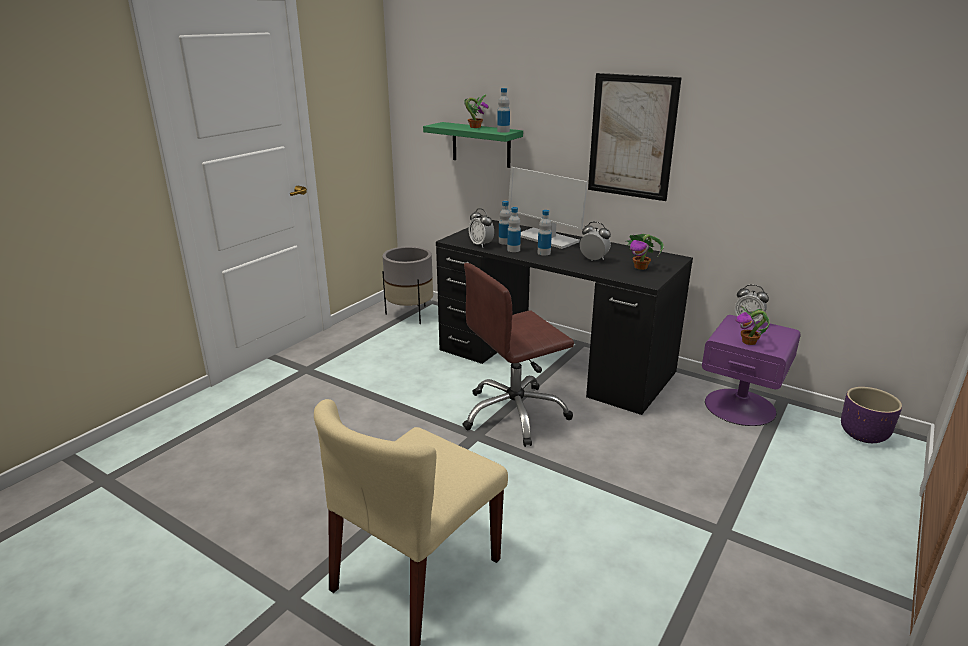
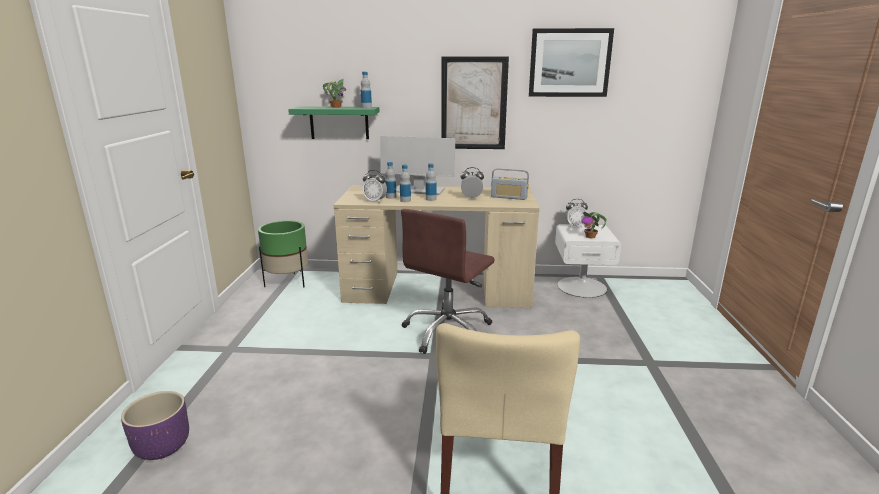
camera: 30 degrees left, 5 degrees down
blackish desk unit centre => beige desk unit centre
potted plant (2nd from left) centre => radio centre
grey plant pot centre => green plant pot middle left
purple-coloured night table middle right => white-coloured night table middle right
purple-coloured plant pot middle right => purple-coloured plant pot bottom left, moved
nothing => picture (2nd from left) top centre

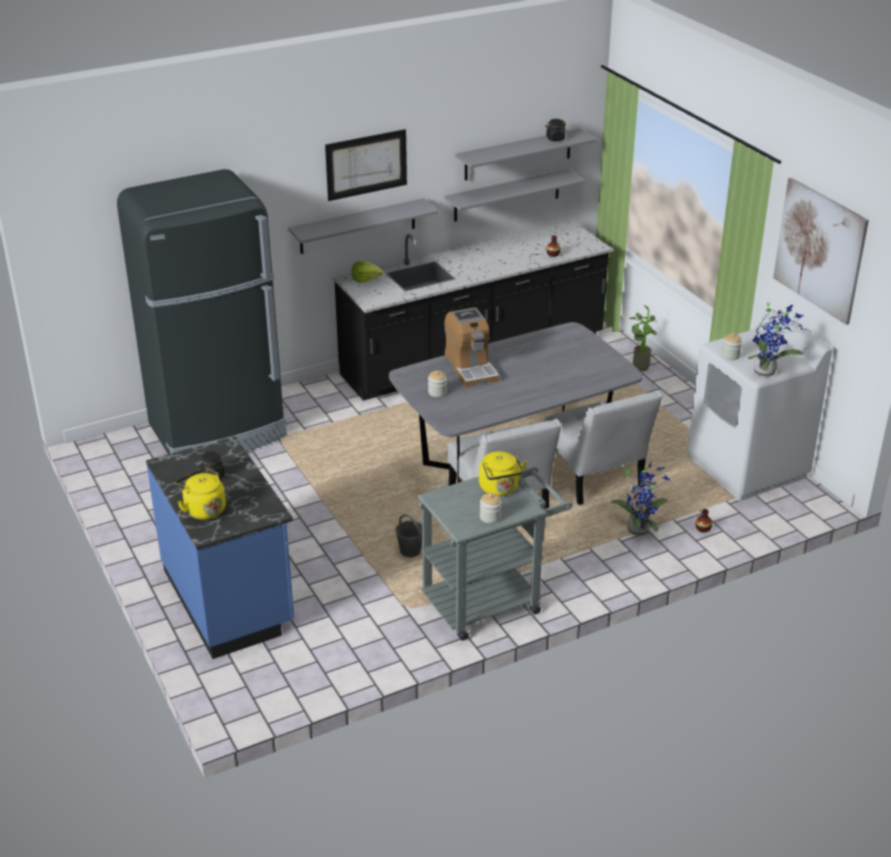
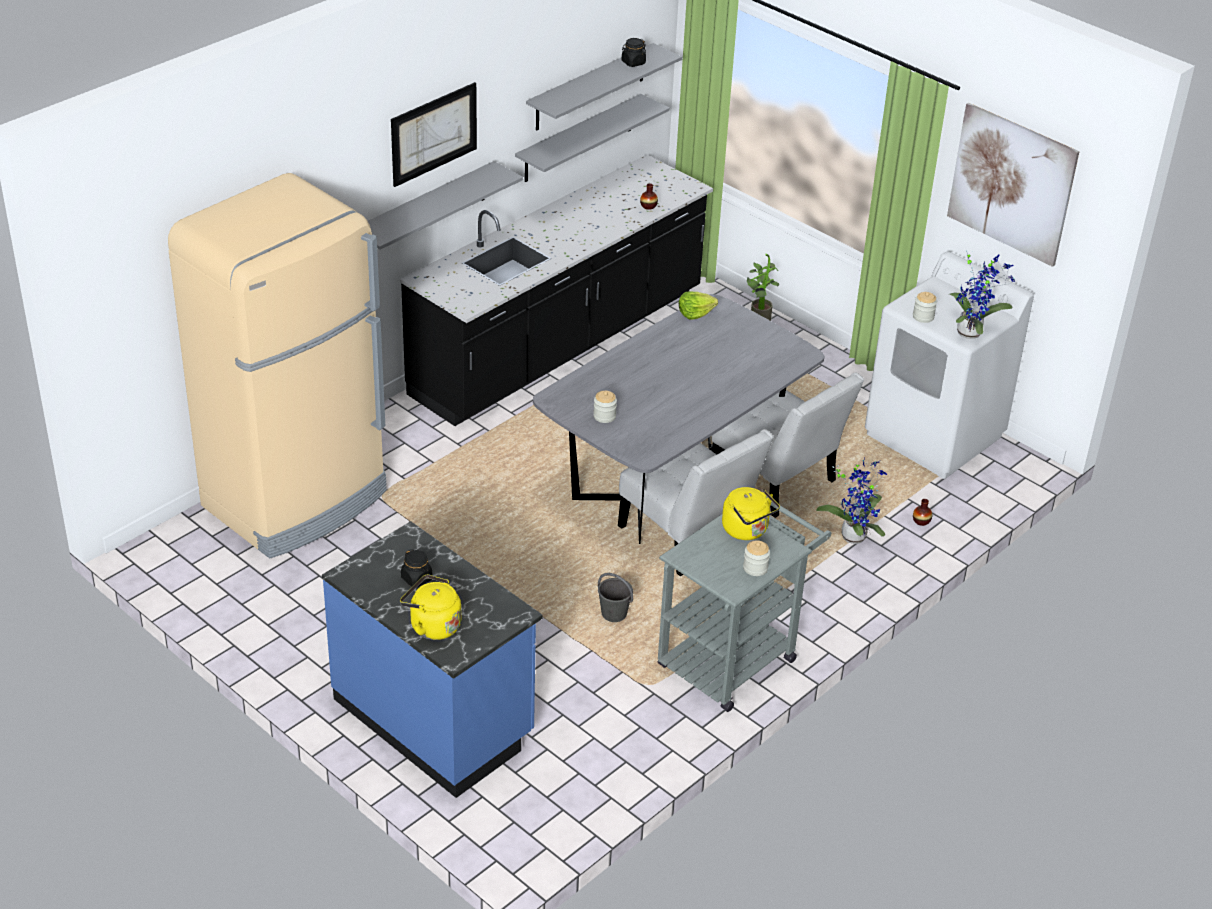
camera: 20 degrees left, 5 degrees up
blackish fridge middle left => beige fridge middle left
head of lettuce top centre => head of lettuce centre, moved
coffee brewer centre => nothing

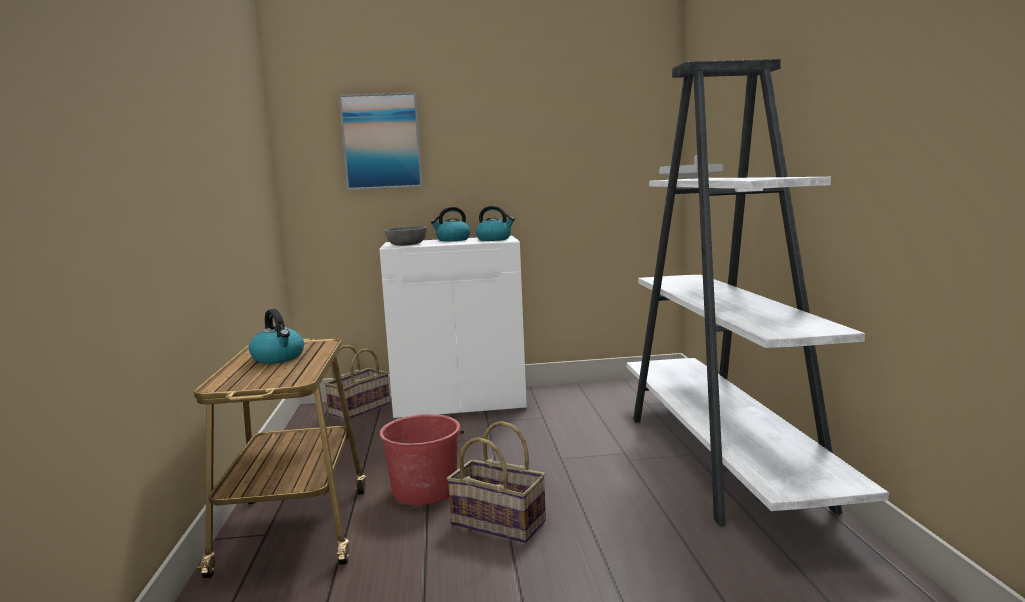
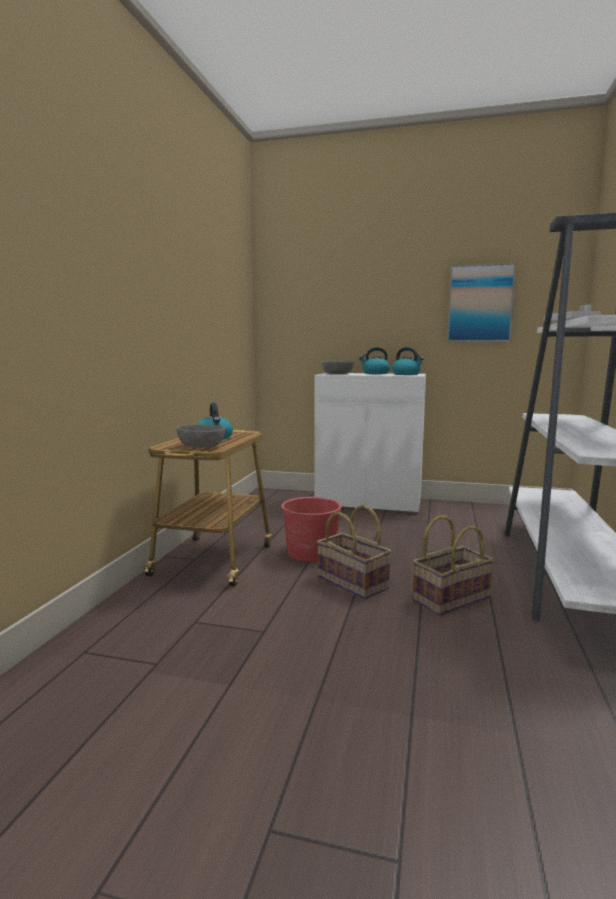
camera: 20 degrees right, 0 degrees up
picture top centre => picture middle right, moved
storage basket (1st from left in the first image) centre => storage basket (2nd from left) middle right, moved
nothing => grey serving bowl (1st from left) middle left

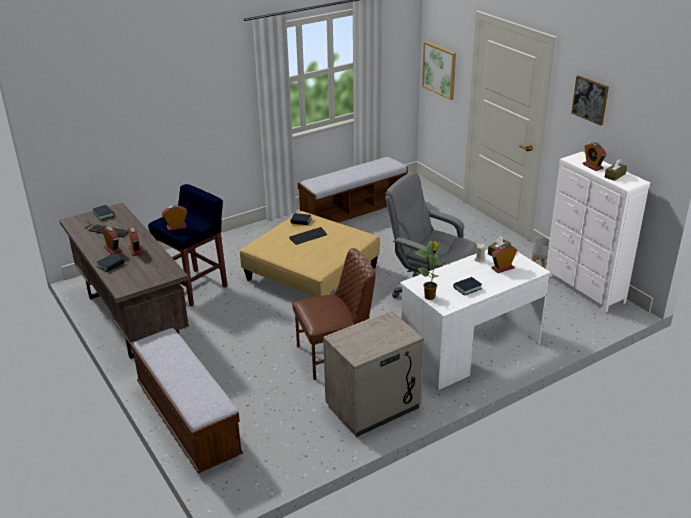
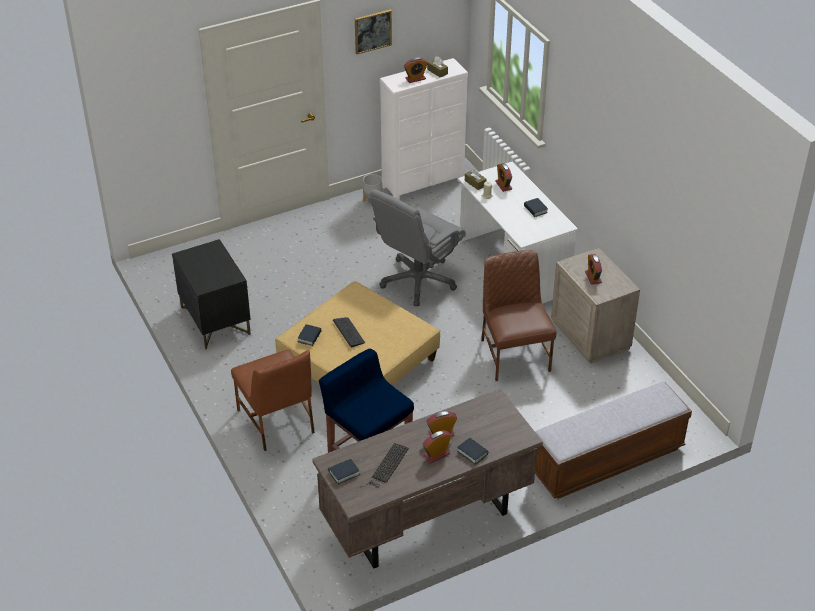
camera: 85 degrees left, 10 degrees up
picture (1st from left) top centre => nothing
indoor bench (2nd from left) centre => blackish night table middle left
alarm clock (3rd from left in the first image) middle left => alarm clock (5th from left) middle right, moved
potted plant centre => nothing
nothing => brown-coloured chair (1st from left) centre

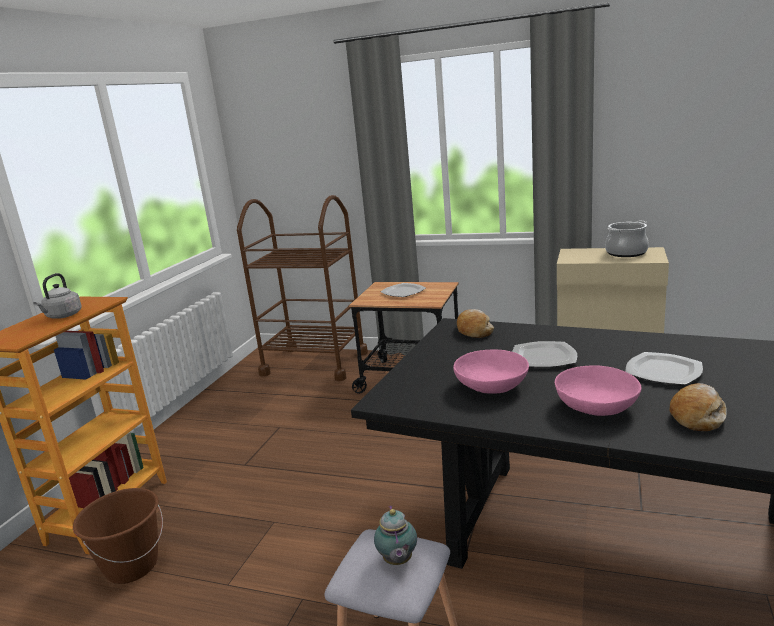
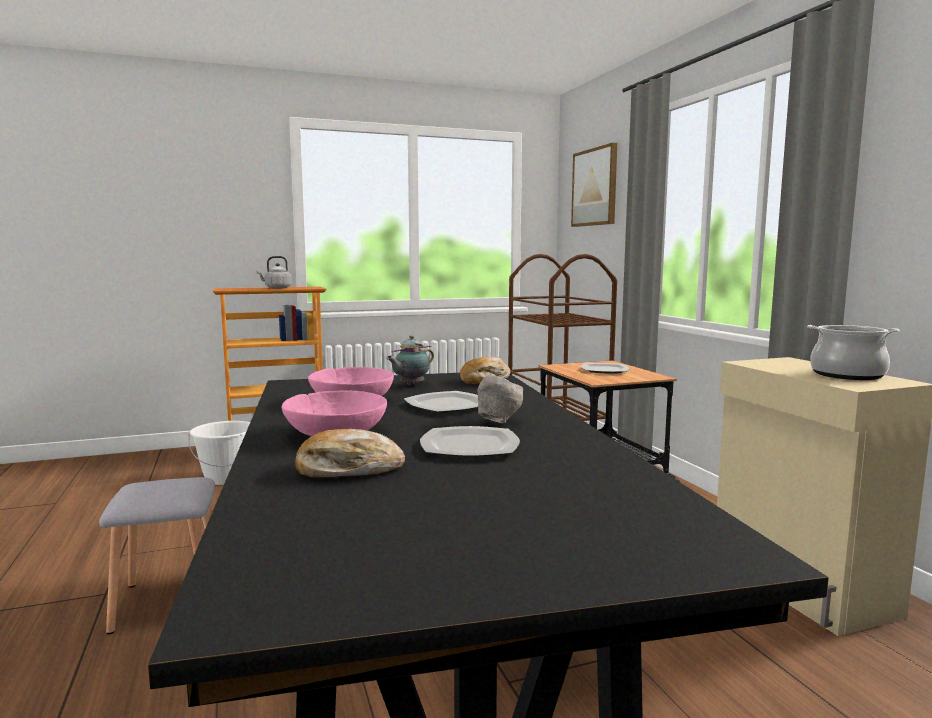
camera: 50 degrees right, 10 degrees down
brown-coloured pail bottom left => white-coloured pail middle left
pot for tea bottom centre => pot for tea centre, moved
nothing => picture top centre
nothing => grey serving bowl centre

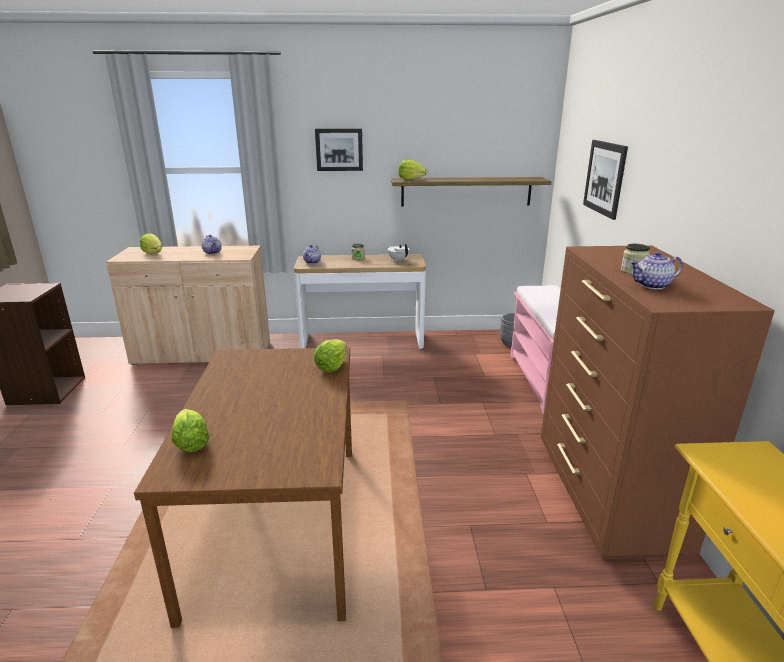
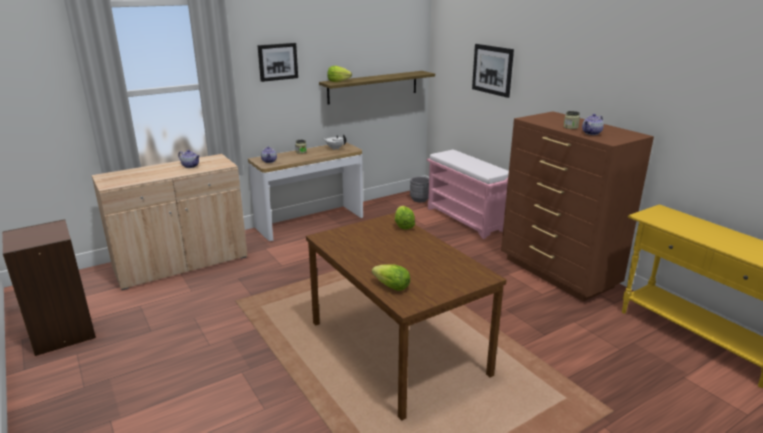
camera: 30 degrees left, 0 degrees up
head of lettuce (1st from left) middle left => nothing

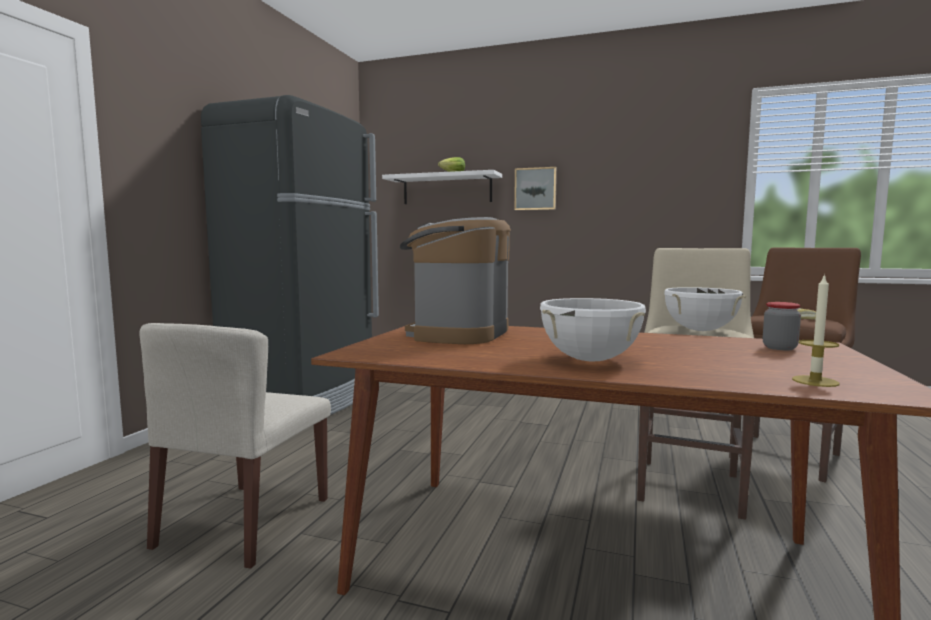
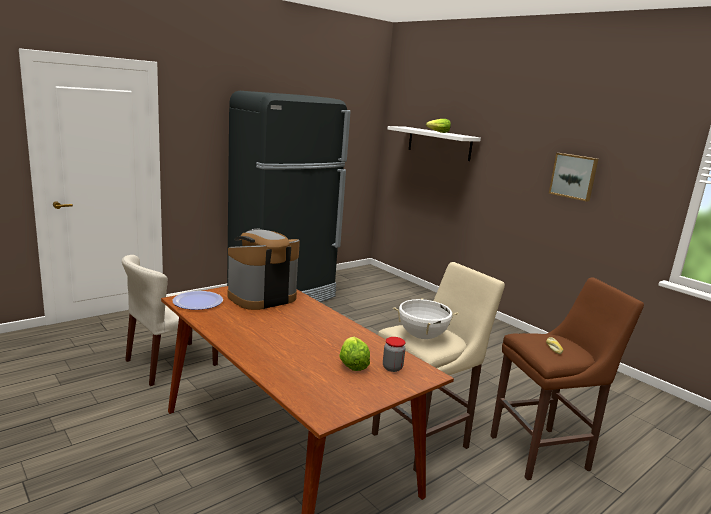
camera: 30 degrees right, 10 degrees up
picture top centre => picture middle right, moved
candle middle right => nothing
white-coloured saucepot (1st from left) centre => nothing
nothing => flat dish middle left
nothing => head of lettuce (1st from left) bottom centre

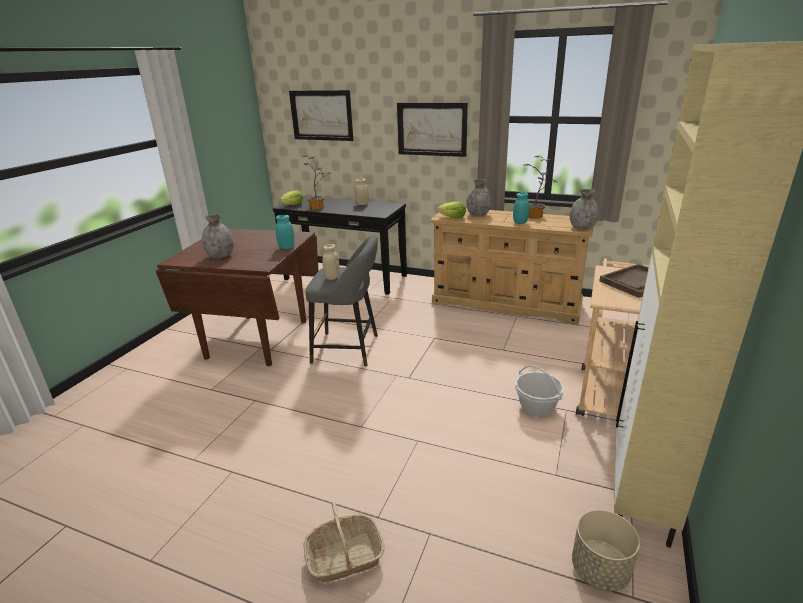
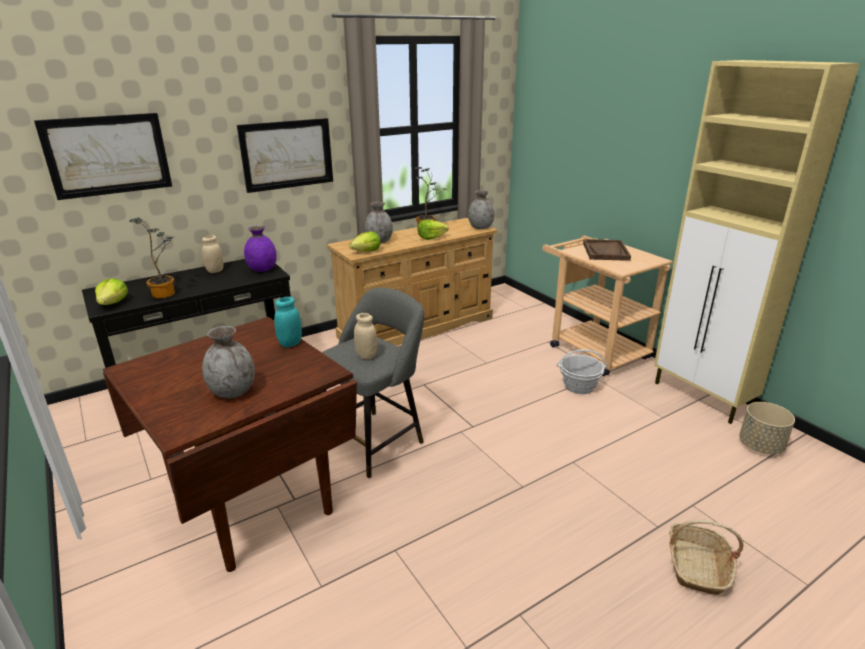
camera: 55 degrees left, 0 degrees up
turquoise jar (2nd from left) centre => head of lettuce (3rd from left) centre
nothing => purple-coloured flower vase middle left

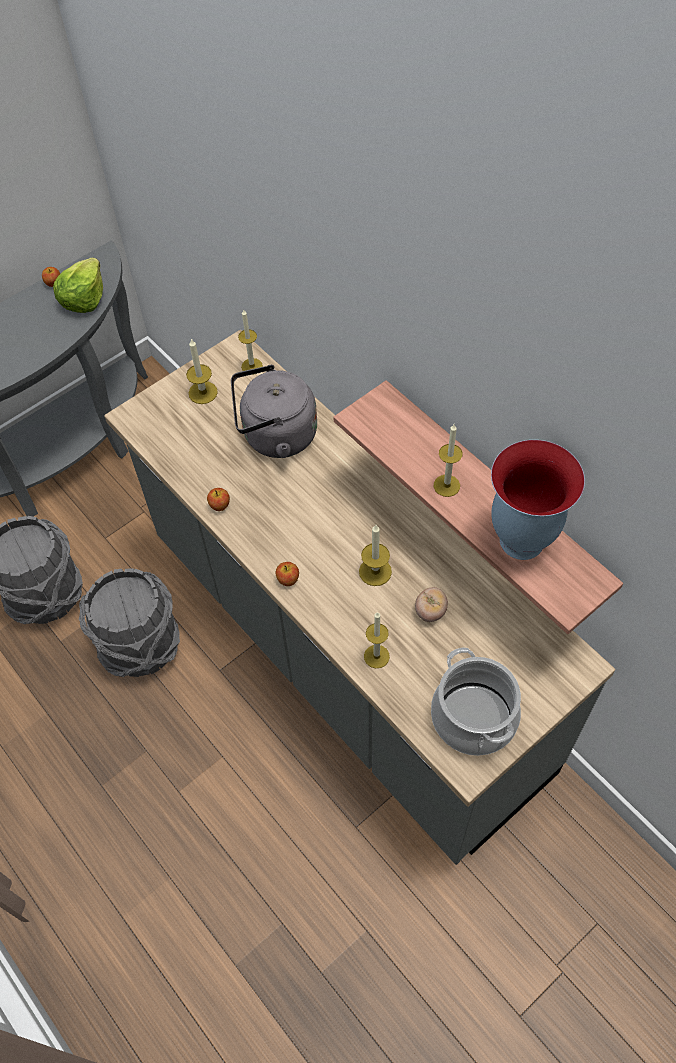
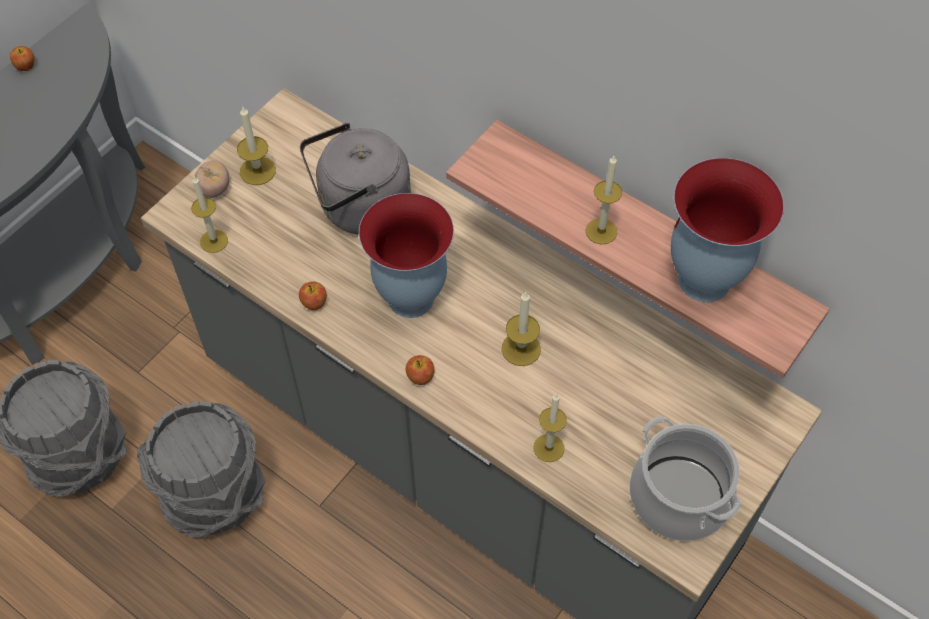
camera: 15 degrees left, 0 degrees up
head of lettuce top left => nothing
candle (2nd from left in the first image) top centre => candle (1st from left) middle left, moved
tomato centre => tomato top left, moved
nothing => flower vase (1st from left) centre

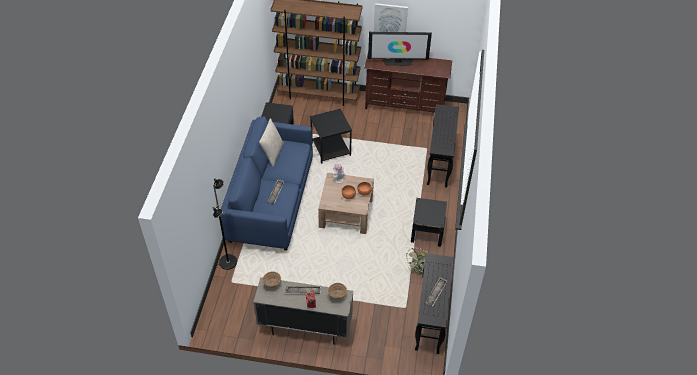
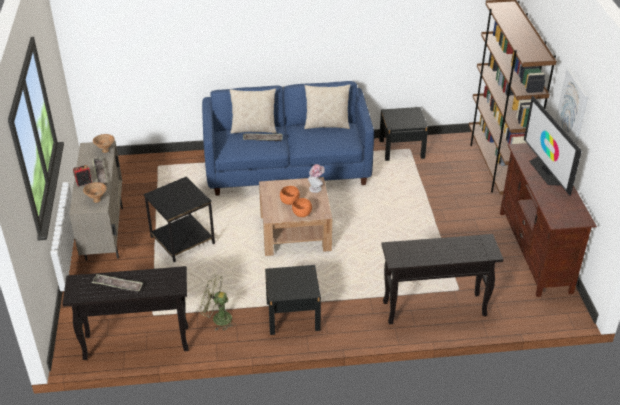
camera: 75 degrees right, 10 degrees down
blackish accent table centre => blackish accent table middle left, moved
blackish standard lamp middle left => nothing
nothing => beige pillow (1st from left) top centre

